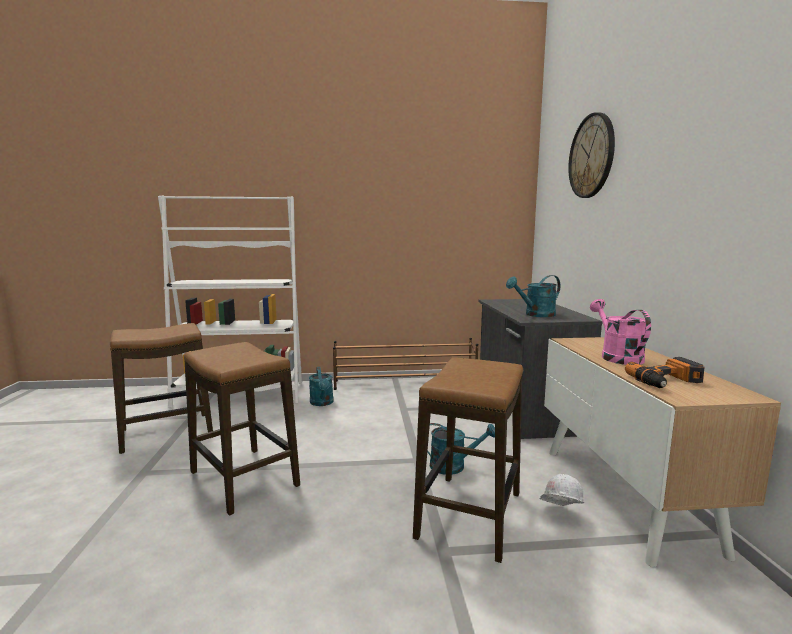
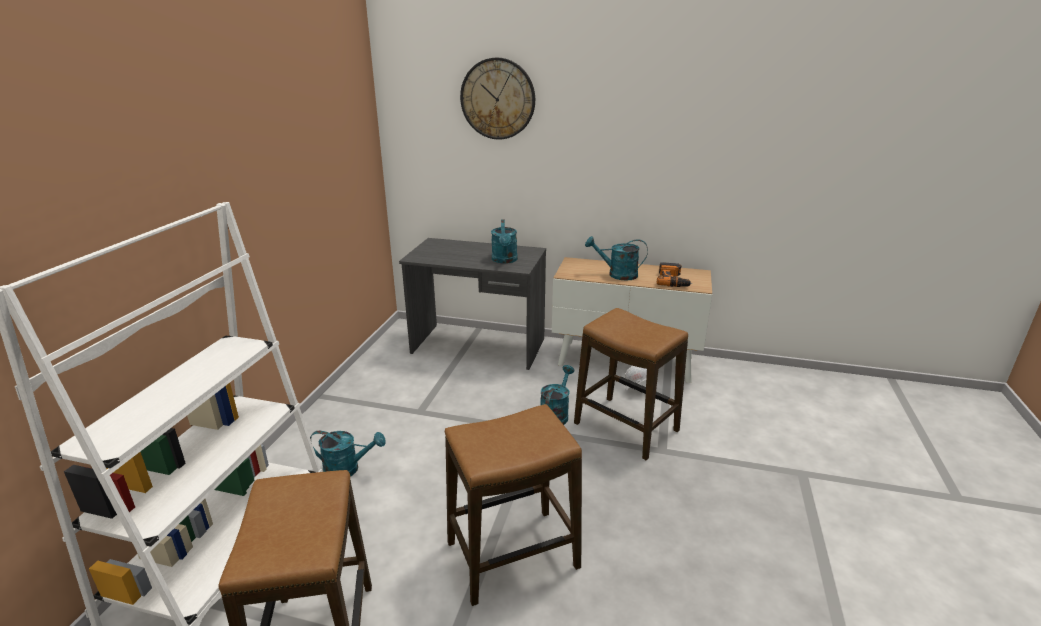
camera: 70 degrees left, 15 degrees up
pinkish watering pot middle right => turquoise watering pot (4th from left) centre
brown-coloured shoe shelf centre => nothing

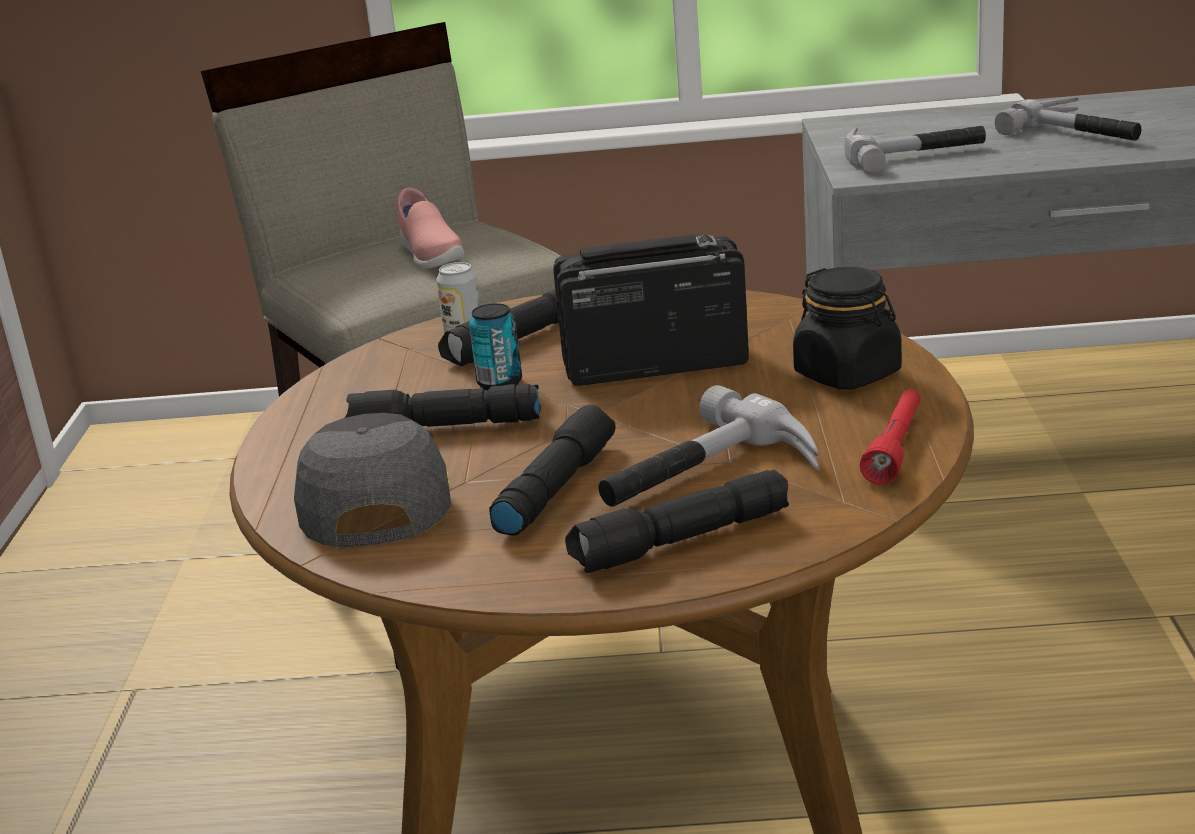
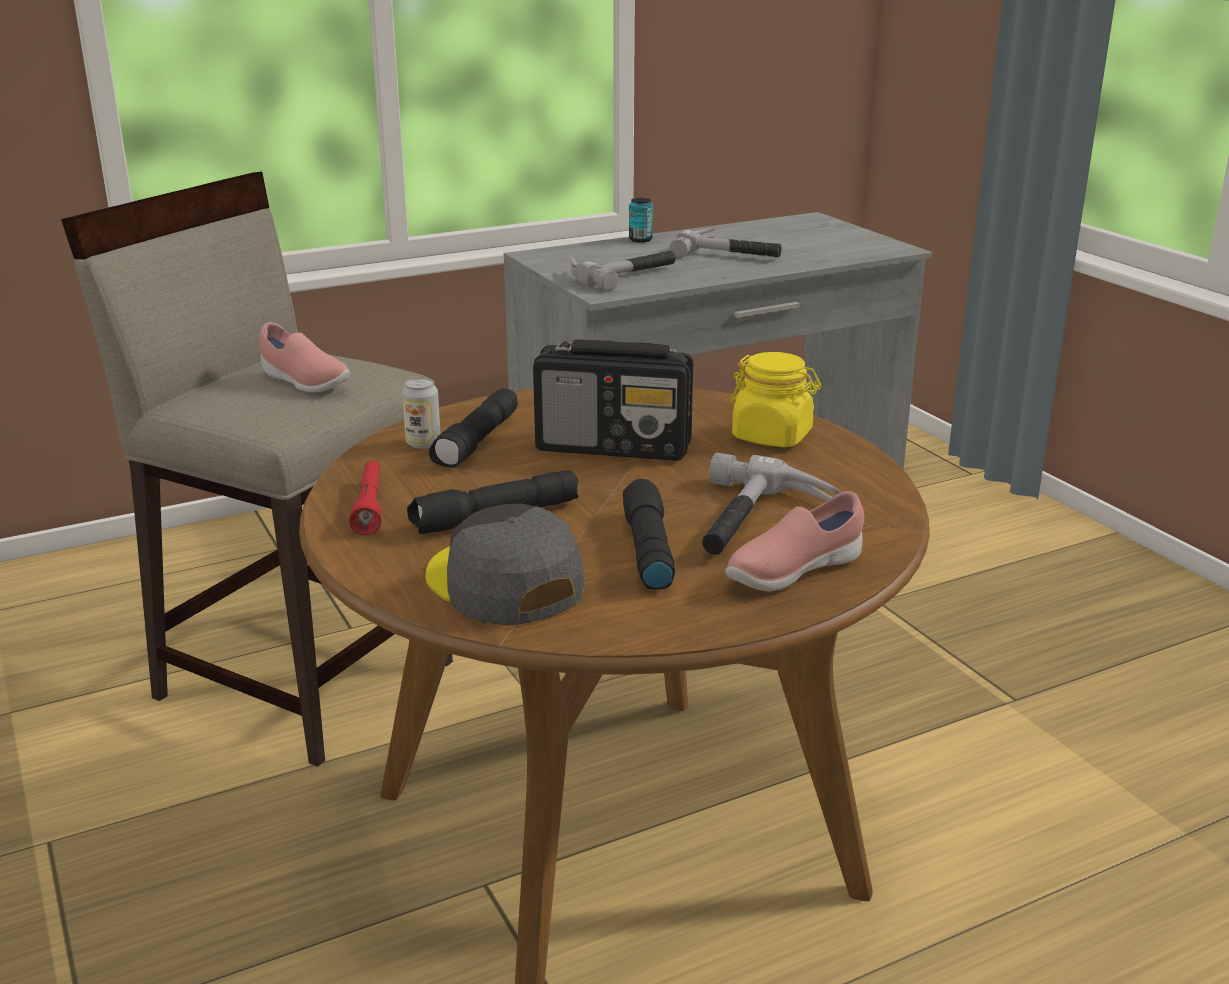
camera: 30 degrees left, 0 degrees up
radio centre, 135 degrees counterclockwise
blackish jar middle right => yellow-coloured jar centre
can (2nd from left) centre => can (2nd from left) top centre, moved
red torch middle right => red torch middle left, moved
blackish torch (4th from left) centre => pinkish low shoe (2nd from left) centre

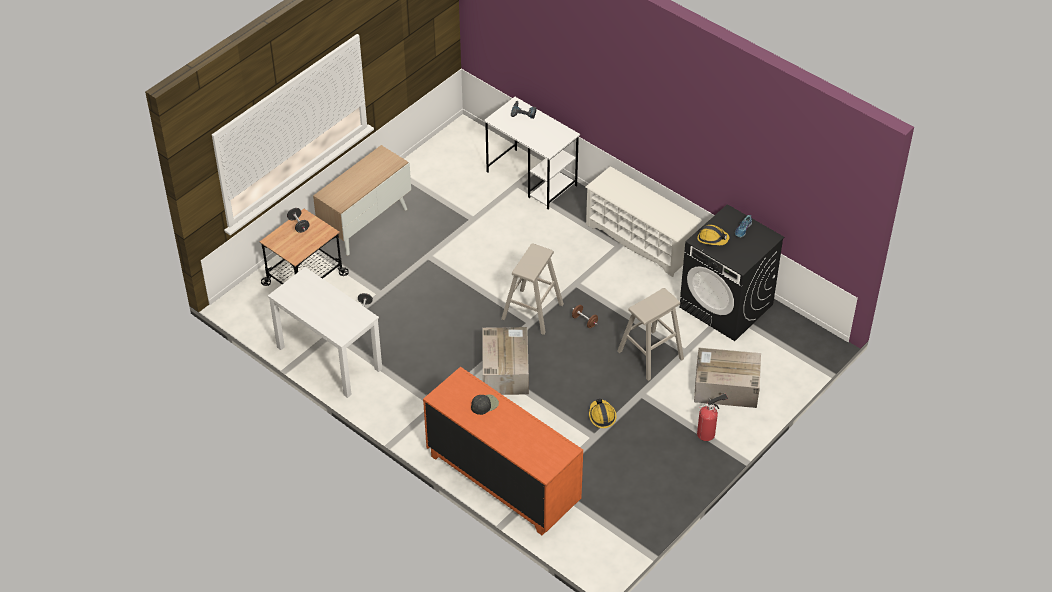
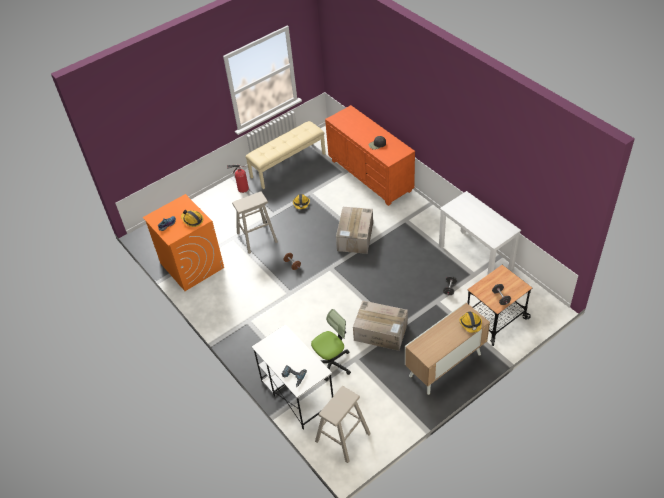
camera: 165 degrees left, 0 degrees up
white-coloured shoe shelf centre => nothing
blackish washing machine middle right => orangey washing machine middle left
beige stool seat (1st from left in the first image) centre => beige stool seat (2nd from left) bottom centre, moved
packing box (2nd from left) middle right => packing box (2nd from left) centre, moved
nothing => beige indoor bench top centre
nothing => computer chair bottom centre
nothing => work helmet (3rd from left) middle right

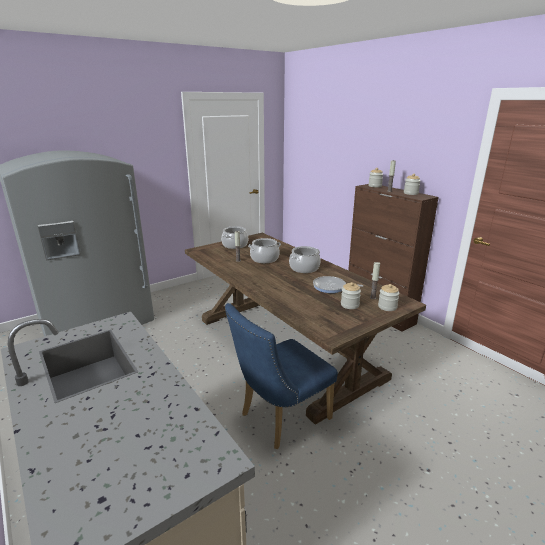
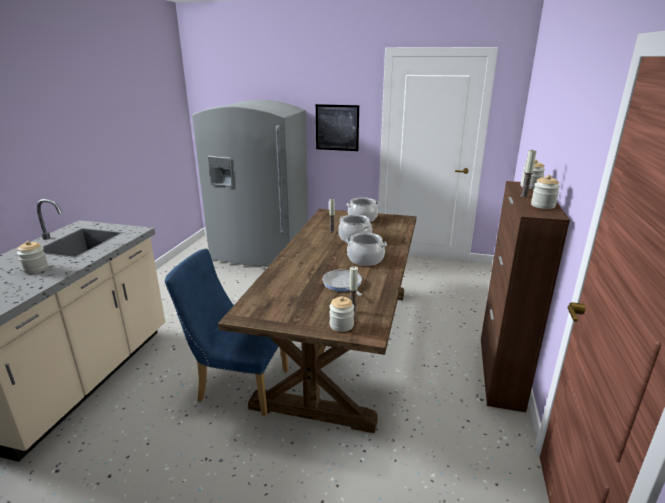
camera: 50 degrees right, 0 degrees up
jar (1st from left) centre => jar (1st from left) middle left, moved
nothing => picture top centre

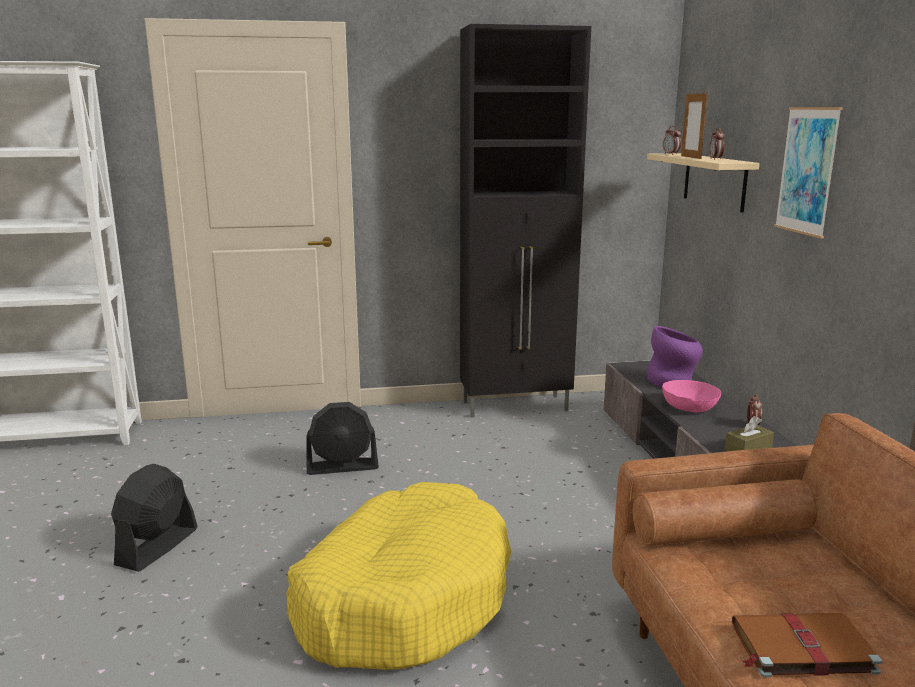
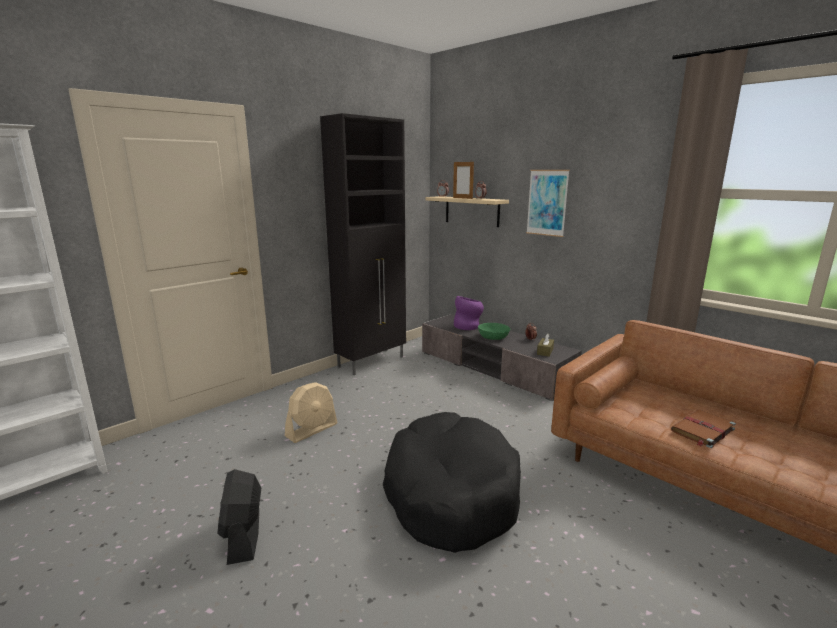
camera: 35 degrees left, 0 degrees up
pinkish serving bowl middle right => green serving bowl centre
blackish fan (2nd from left) centre => beige fan centre
yellow-coloured dog cushion bottom centre => blackish dog cushion bottom centre

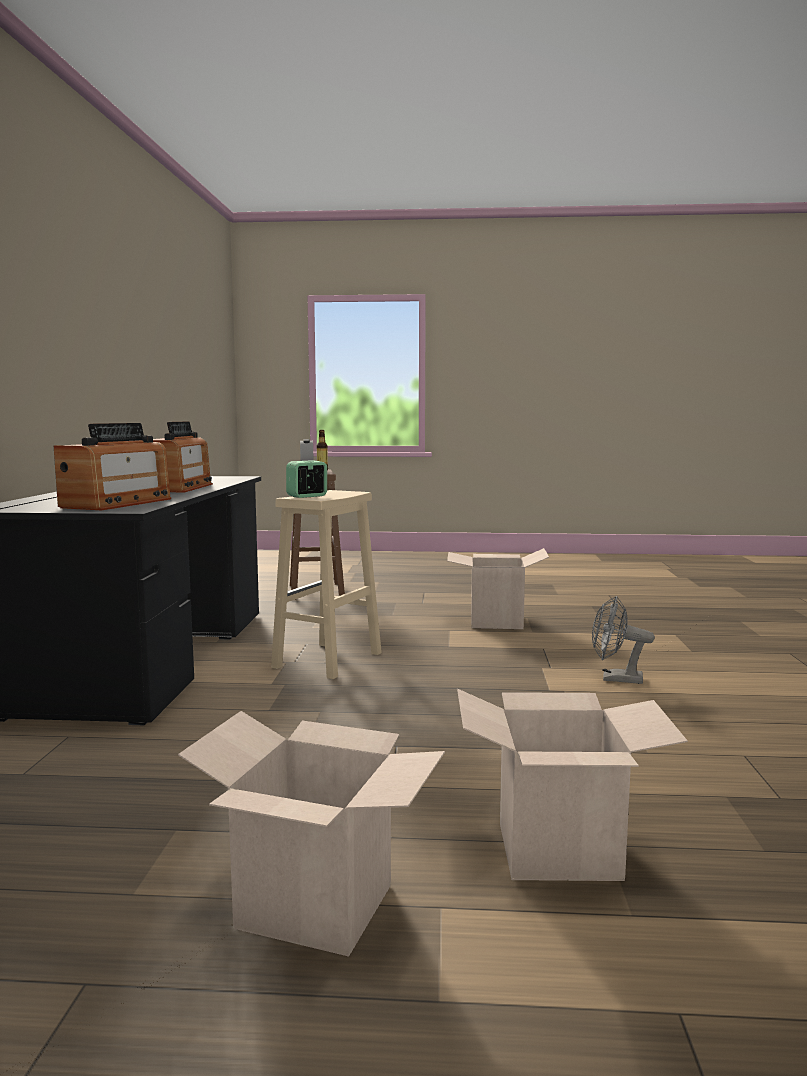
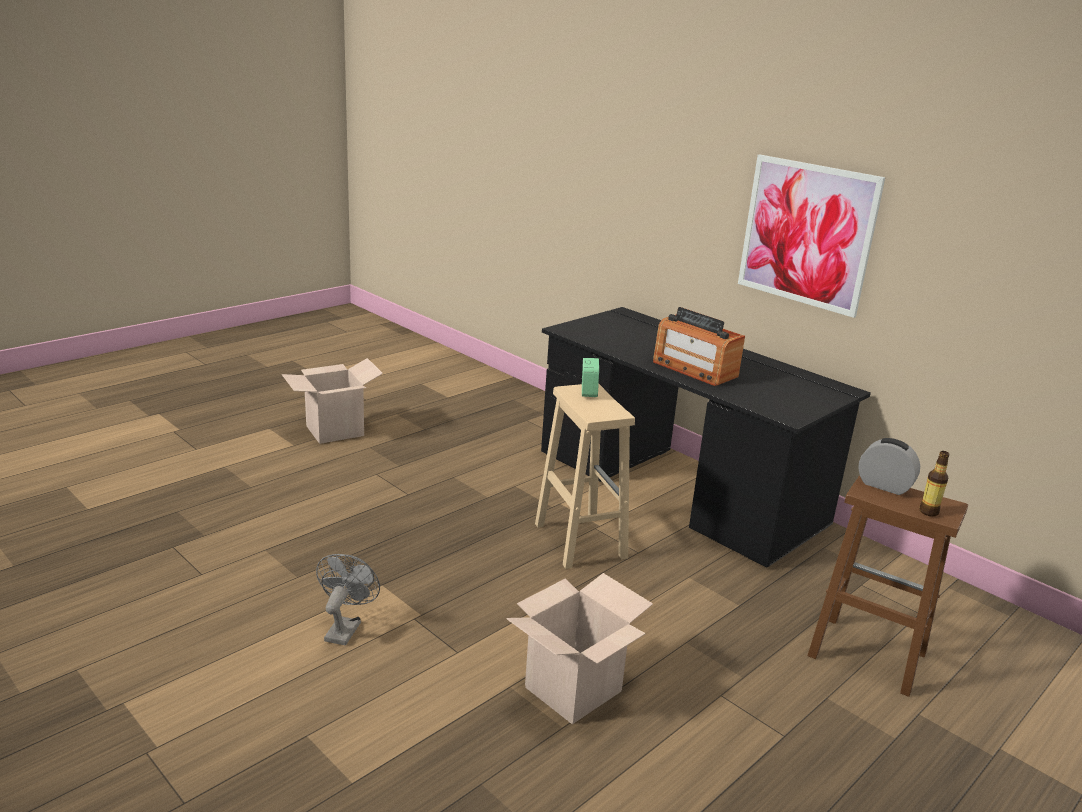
camera: 130 degrees right, 15 degrees up
radio (1st from left) middle left => nothing
grey fan middle right => grey fan bottom left, 45 degrees counterclockwise
packing box (3rd from left) bottom right => nothing
nothing => picture top right

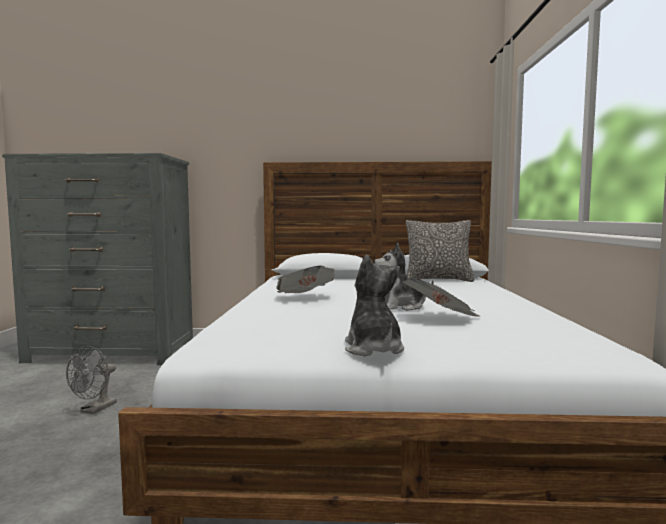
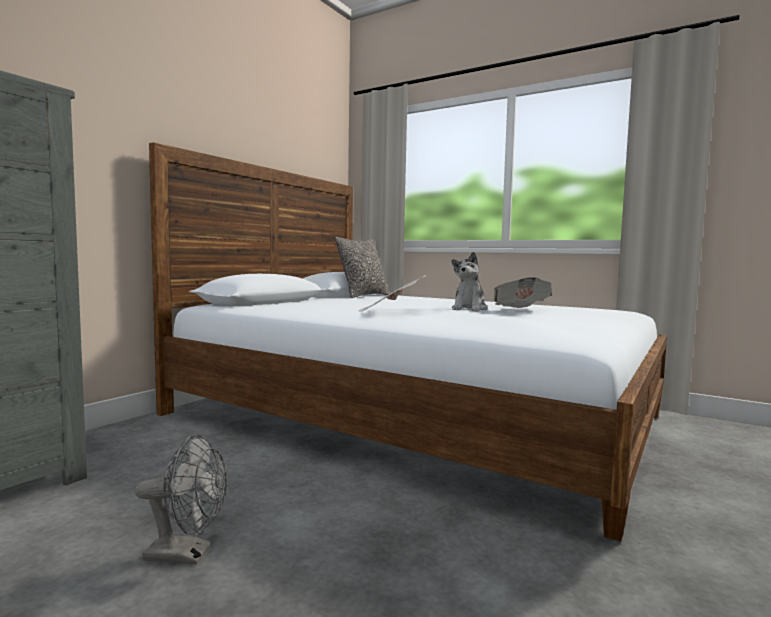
camera: 60 degrees left, 0 degrees up
cuddly toy (1st from left) centre => nothing
grey fan bottom left, 45 degrees counterclockwise

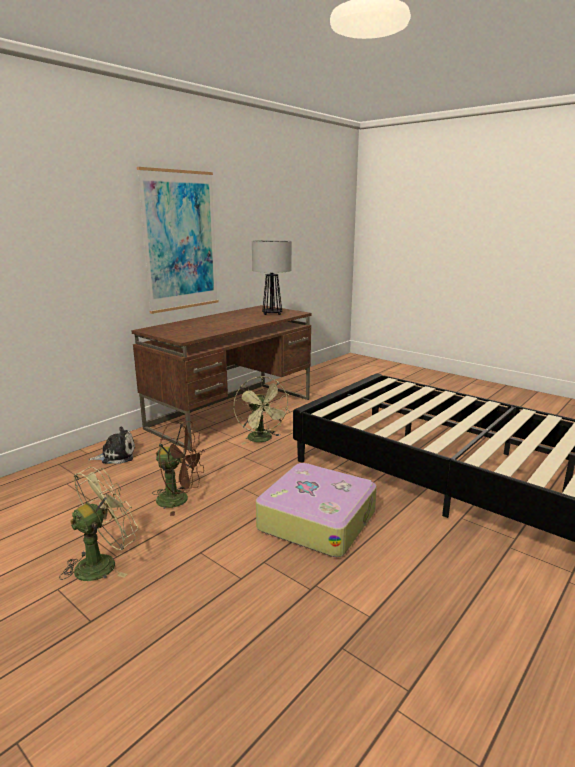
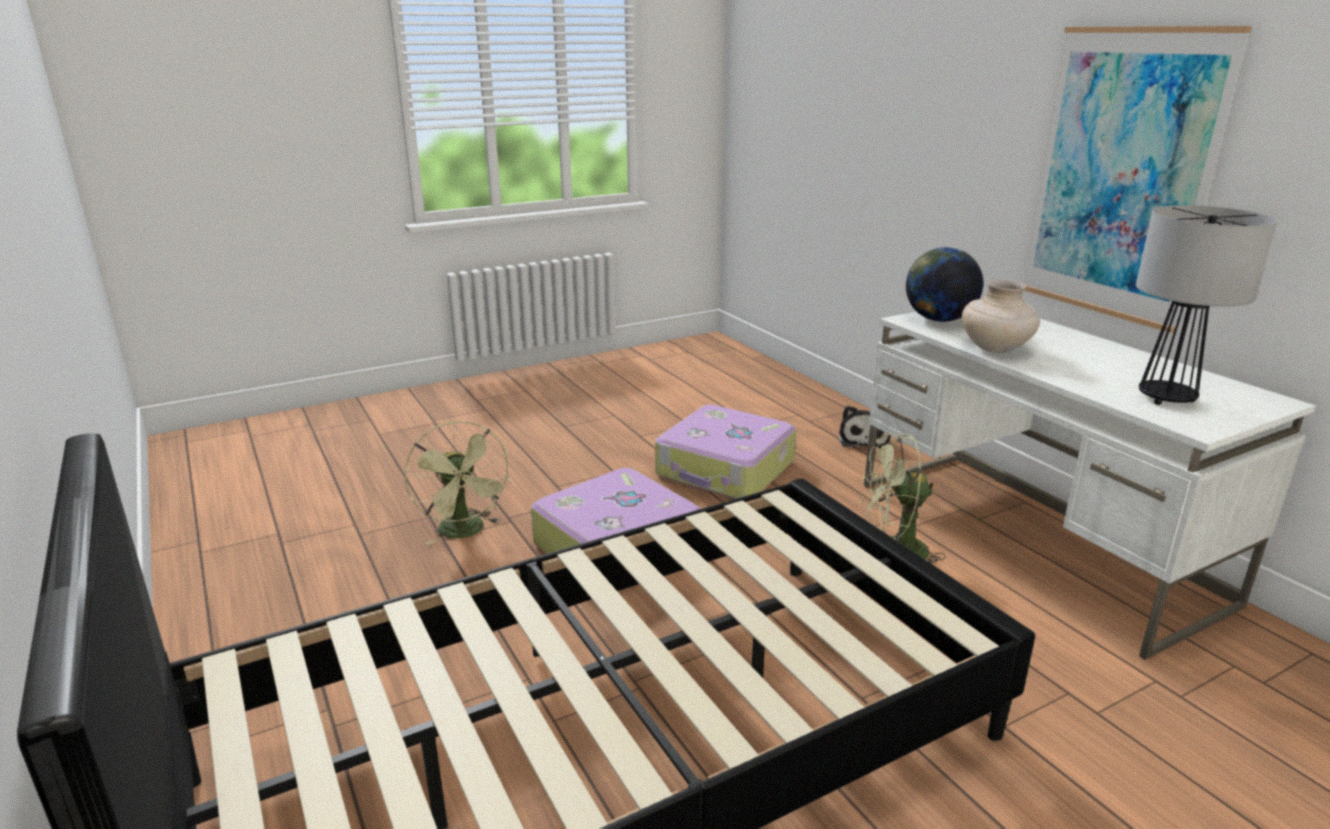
camera: 110 degrees right, 5 degrees up
brown-coloured desk unit centre => white-coloured desk unit middle right
brown-coloured fan middle left => piece of luggage (2nd from left) centre
green fan (1st from left) bottom left => green fan (1st from left) centre, moved
nothing => world globe middle right
nothing => beige flower vase middle right

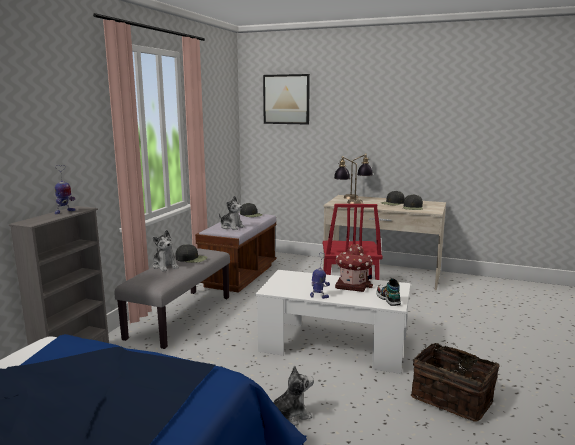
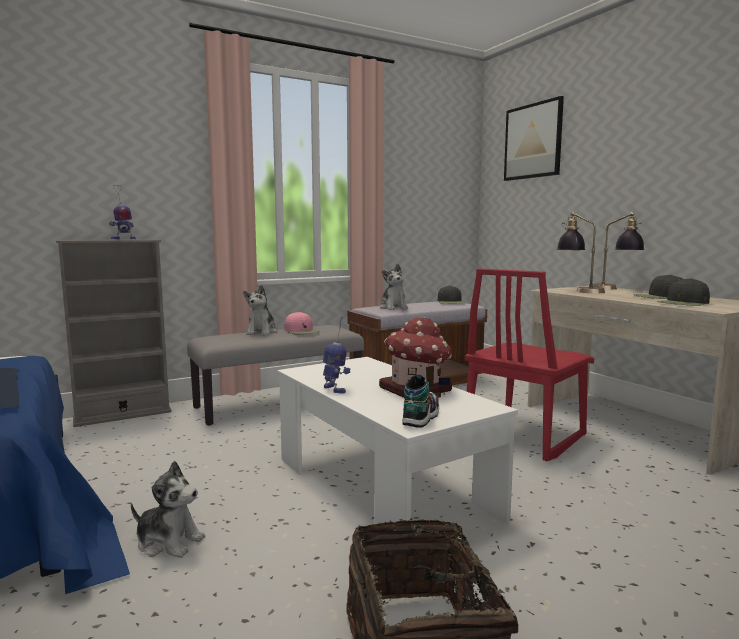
camera: 40 degrees right, 5 degrees down
blackish cap (1st from left) middle left => pinkish cap centre

